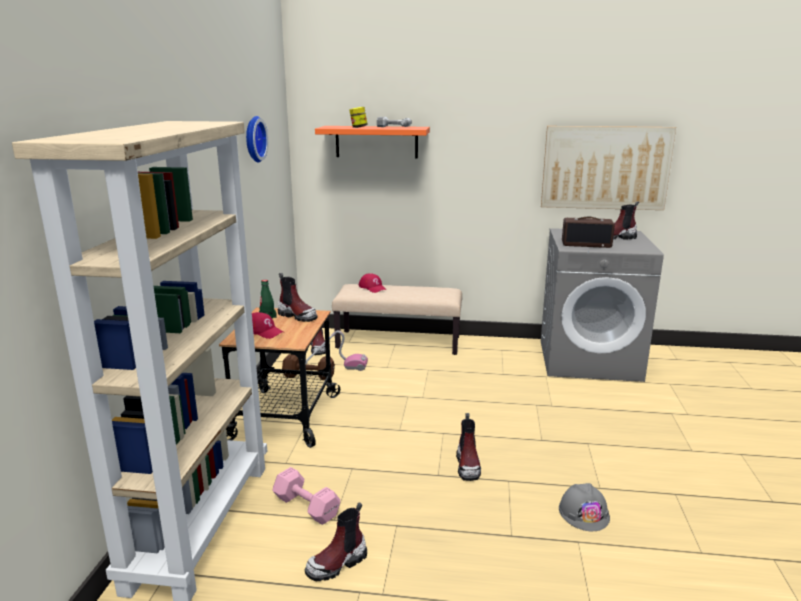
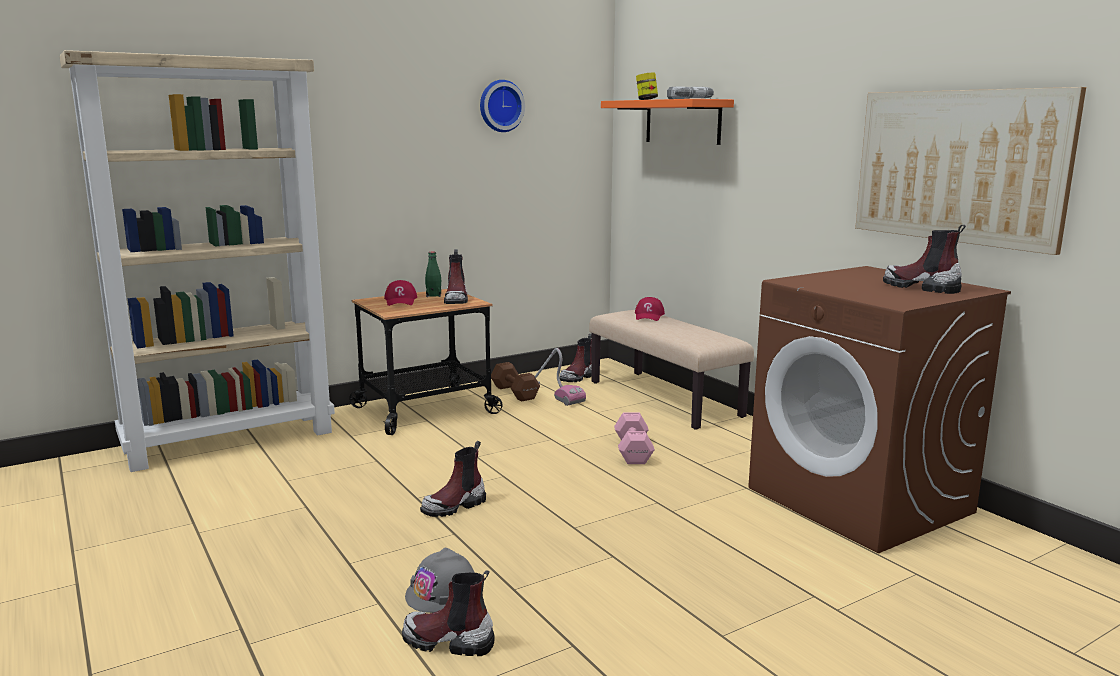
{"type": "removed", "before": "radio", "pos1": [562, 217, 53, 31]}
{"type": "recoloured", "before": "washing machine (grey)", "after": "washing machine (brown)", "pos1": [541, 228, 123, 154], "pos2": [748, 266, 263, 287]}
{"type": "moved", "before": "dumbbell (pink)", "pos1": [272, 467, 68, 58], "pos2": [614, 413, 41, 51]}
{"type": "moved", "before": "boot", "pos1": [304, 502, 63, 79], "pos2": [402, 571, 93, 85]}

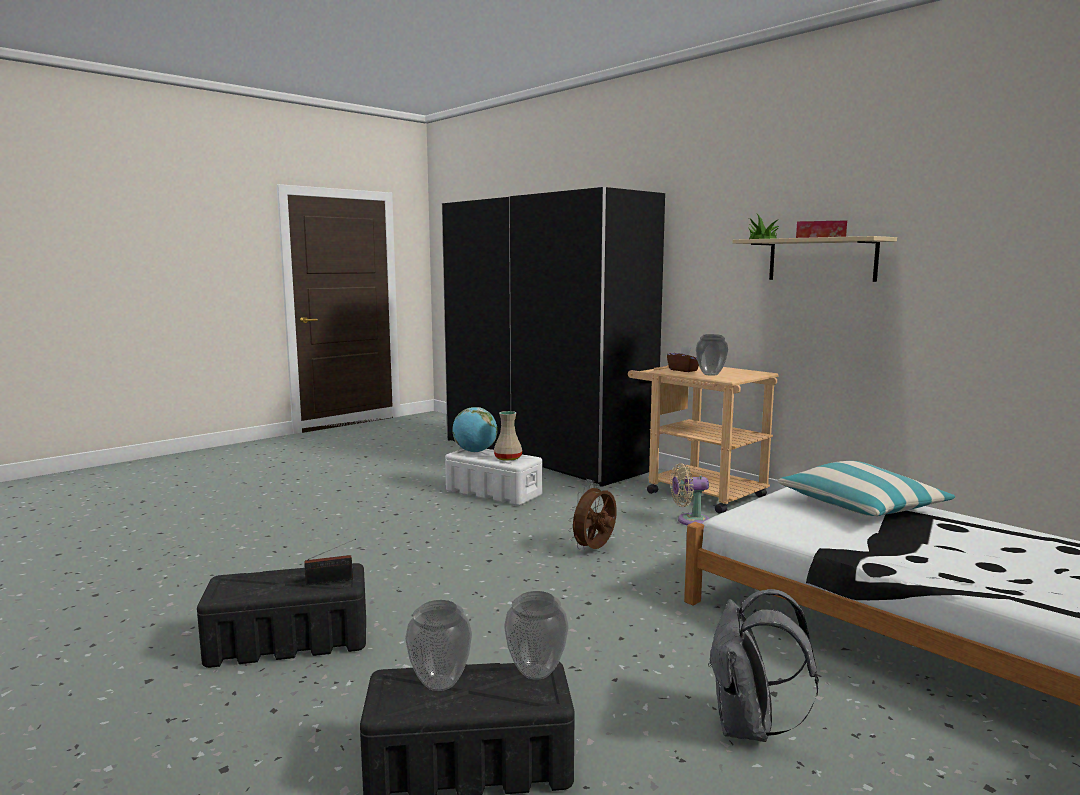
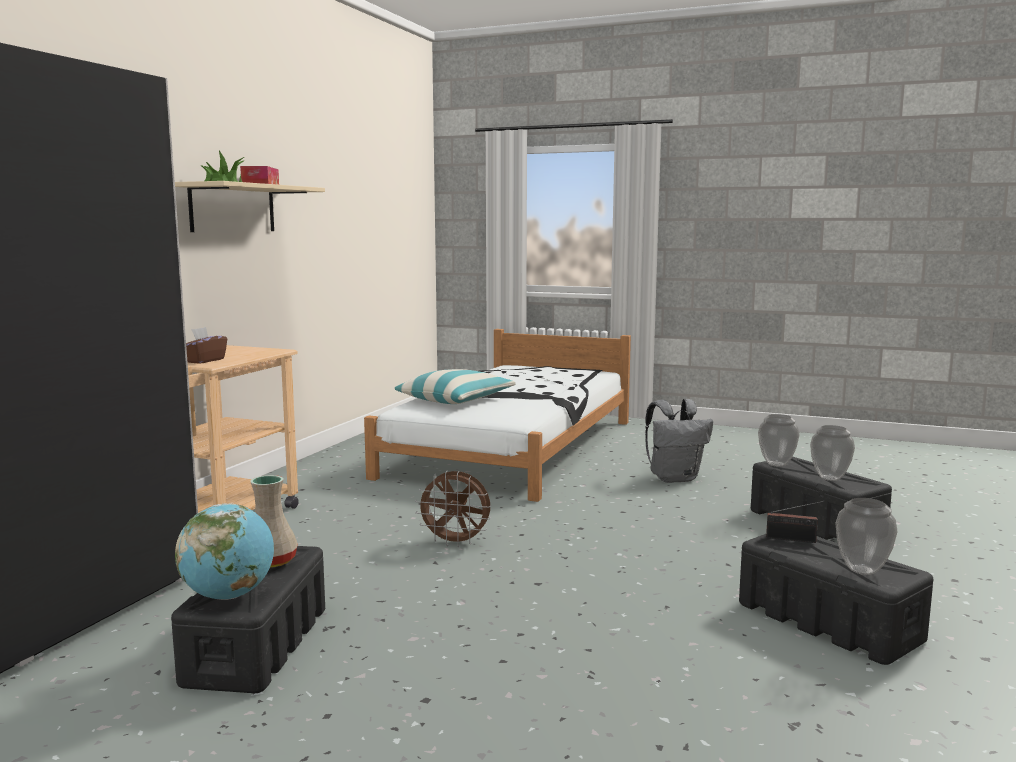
{"type": "moved", "before": "vase", "pos1": [696, 334, 32, 42], "pos2": [836, 498, 62, 77]}
{"type": "recoloured", "before": "storage box (white)", "after": "storage box (black)", "pos1": [445, 449, 97, 57], "pos2": [171, 546, 154, 147]}
{"type": "removed", "before": "fan (beige)", "pos1": [670, 463, 40, 62]}
{"type": "turned", "before": "radio", "pos1": [304, 539, 52, 46], "pos2": [766, 501, 59, 42], "turn": 150}

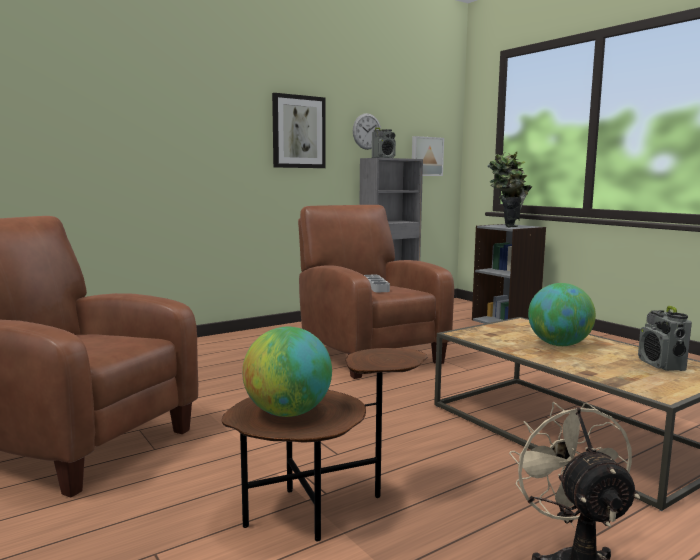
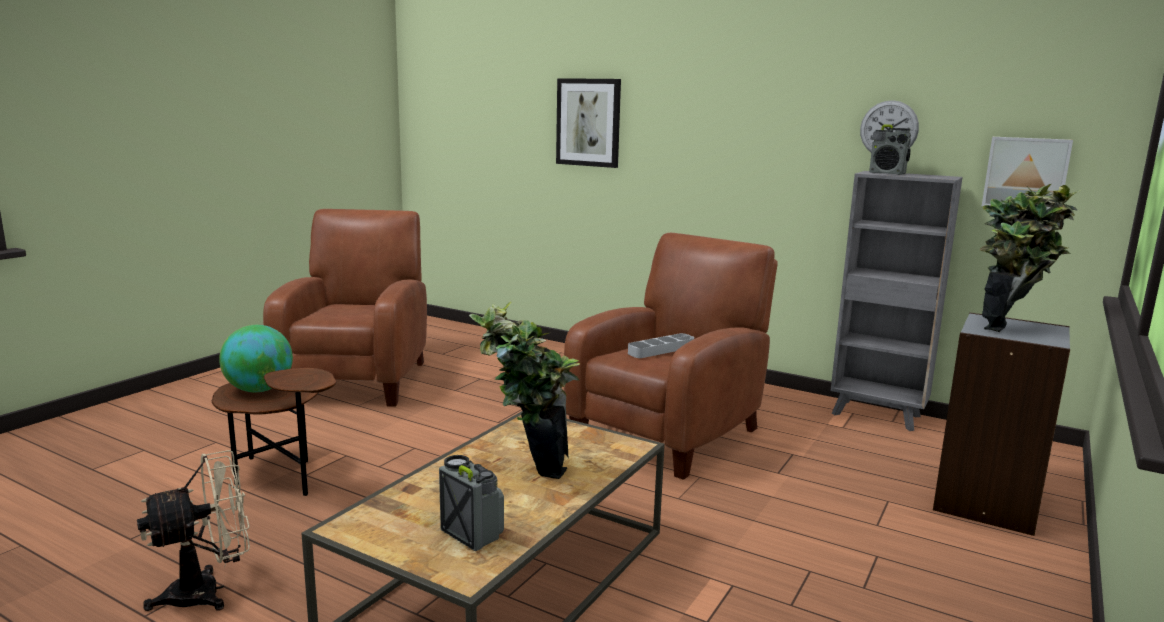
{"type": "moved", "before": "picture", "pos1": [272, 93, 54, 75], "pos2": [556, 78, 65, 90]}
{"type": "replaced", "before": "globe", "after": "potted plant", "pos1": [528, 283, 68, 63], "pos2": [469, 301, 111, 178]}
{"type": "turned", "before": "radio", "pos1": [638, 306, 54, 65], "pos2": [439, 455, 65, 97], "turn": 75}

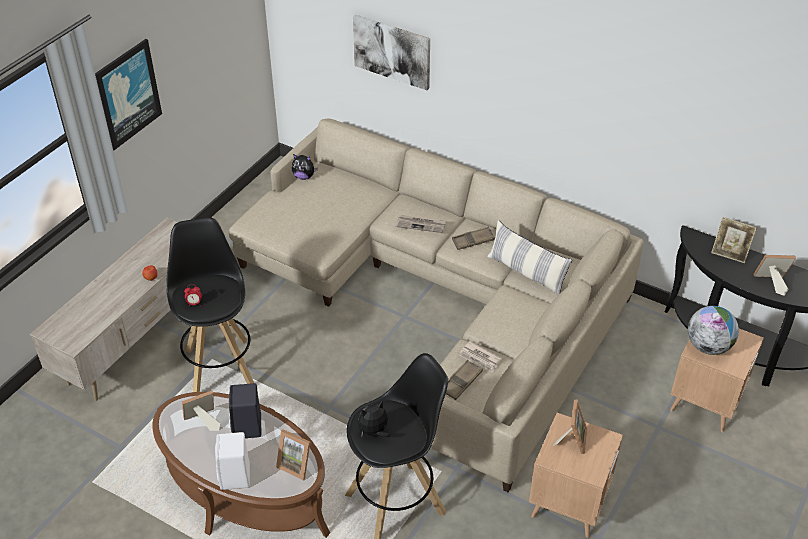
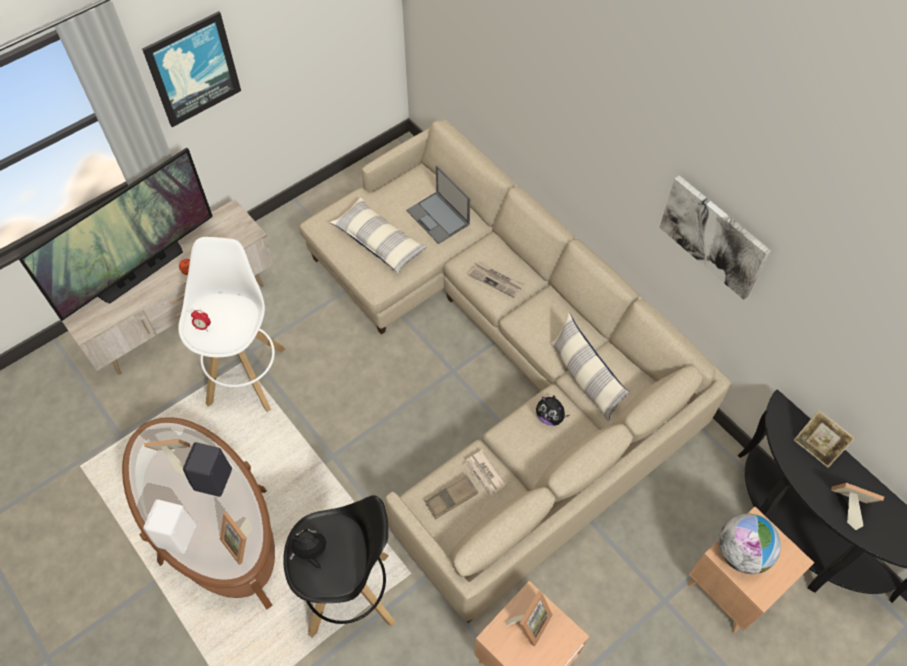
{"type": "moved", "before": "picture", "pos1": [353, 15, 77, 75], "pos2": [659, 175, 112, 125]}
{"type": "moved", "before": "plush toy", "pos1": [292, 154, 26, 26], "pos2": [536, 395, 33, 31]}
{"type": "recoloured", "before": "stool (black)", "after": "stool (white)", "pos1": [166, 217, 88, 175], "pos2": [178, 237, 108, 175]}
{"type": "removed", "before": "tray (brown)", "pos1": [452, 227, 43, 23]}
{"type": "added", "after": "television", "pos2": [17, 148, 196, 173]}
{"type": "added", "after": "laptop", "pos2": [406, 165, 64, 79]}
{"type": "added", "after": "pillow", "pos2": [330, 197, 97, 77]}

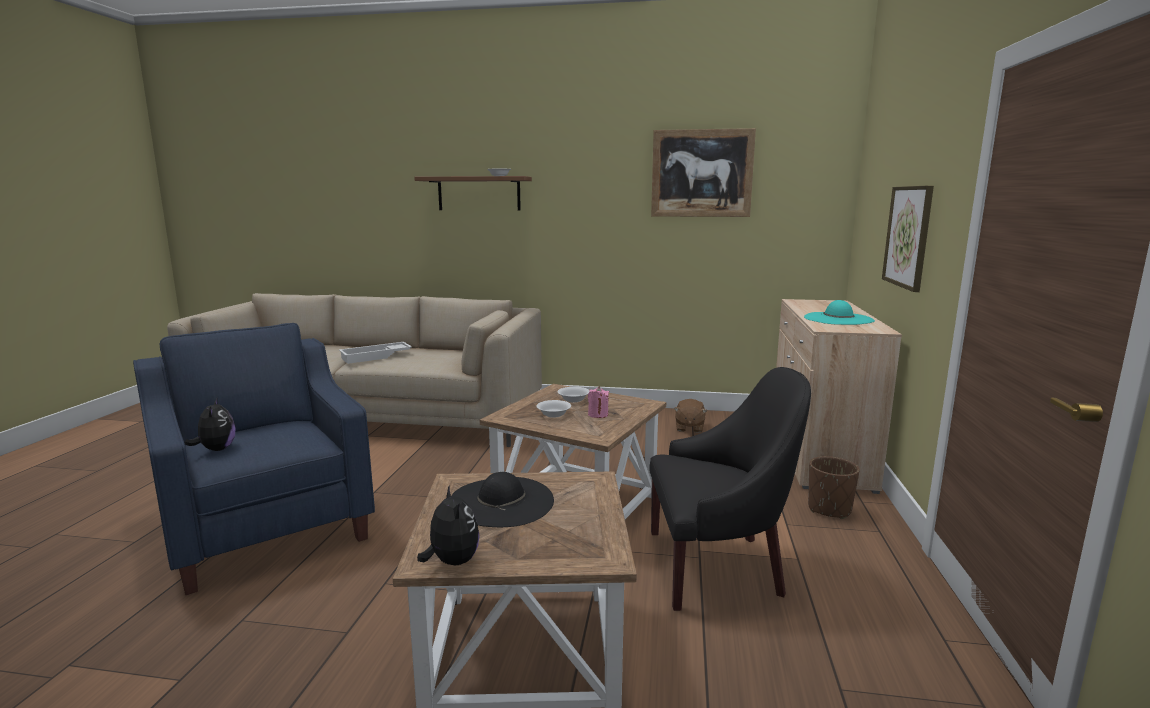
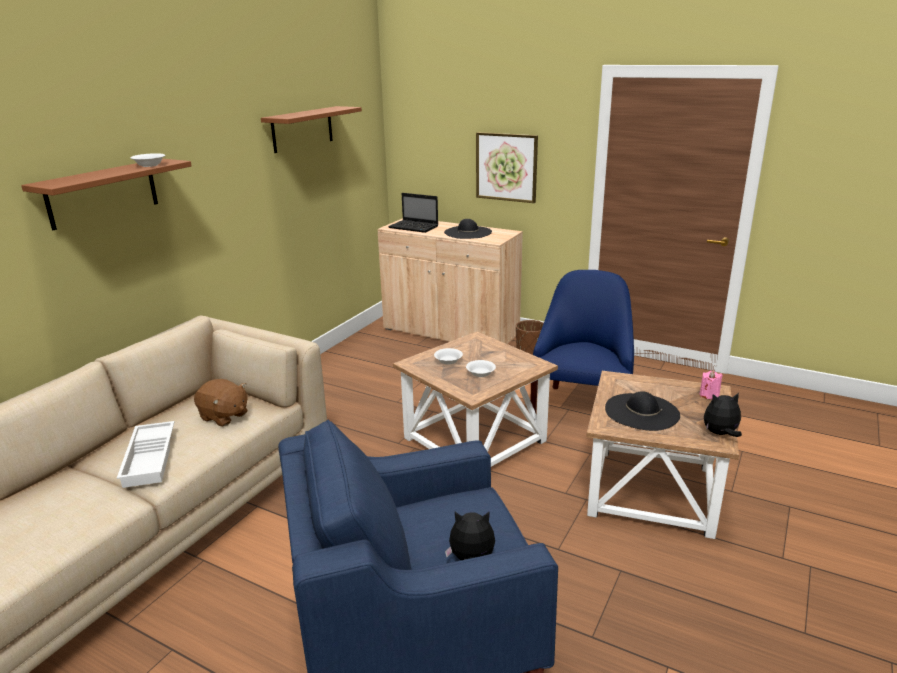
{"type": "replaced", "before": "picture", "after": "shelf (brown)", "pos1": [651, 128, 105, 89], "pos2": [261, 106, 101, 47]}
{"type": "recoloured", "before": "hat (turquoise)", "after": "hat (black)", "pos1": [804, 300, 71, 25], "pos2": [444, 219, 48, 20]}
{"type": "recoloured", "before": "armchair (black)", "after": "armchair (blue)", "pos1": [649, 367, 162, 244], "pos2": [531, 270, 103, 143]}
{"type": "moved", "before": "candle (pink)", "pos1": [588, 386, 21, 32], "pos2": [700, 370, 23, 29]}
{"type": "moved", "before": "plush toy (brown)", "pos1": [674, 399, 33, 34], "pos2": [194, 379, 54, 48]}
{"type": "added", "after": "laptop", "pos2": [388, 193, 50, 40]}

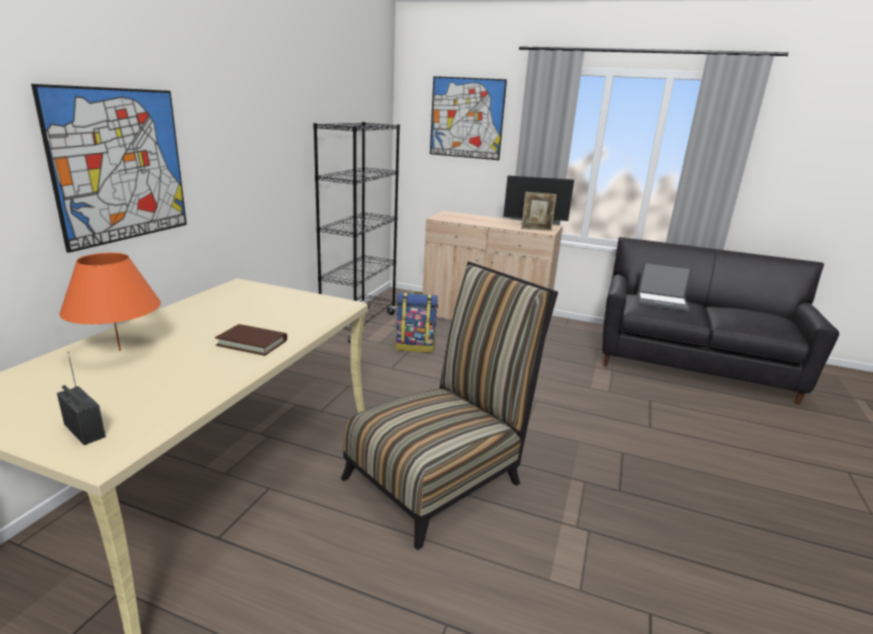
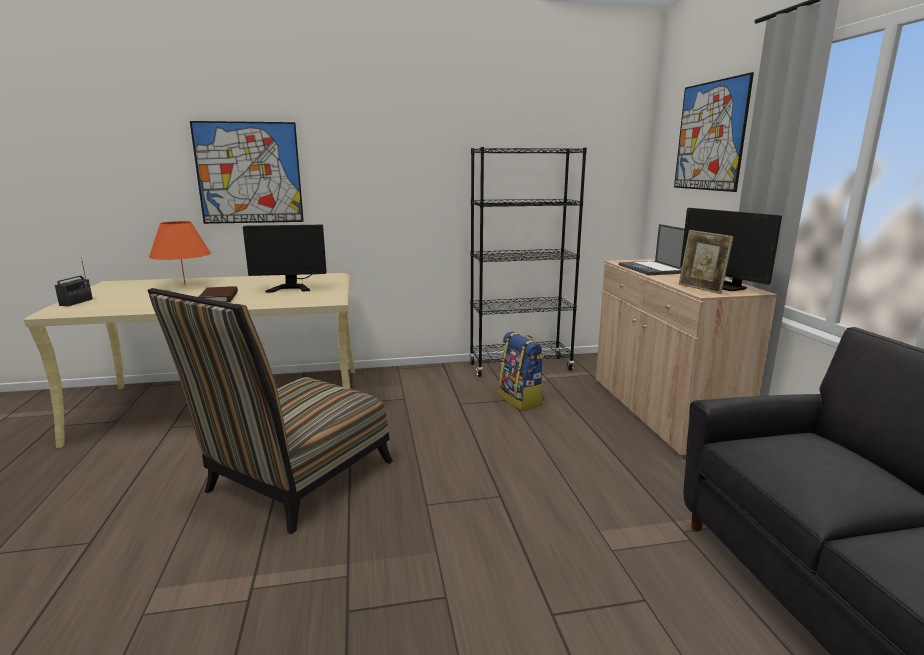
{"type": "turned", "before": "chair", "pos1": [341, 261, 217, 289], "pos2": [147, 288, 246, 246], "turn": 105}
{"type": "moved", "before": "laptop", "pos1": [637, 261, 56, 51], "pos2": [619, 224, 66, 51]}
{"type": "added", "after": "monitor", "pos2": [243, 225, 84, 68]}

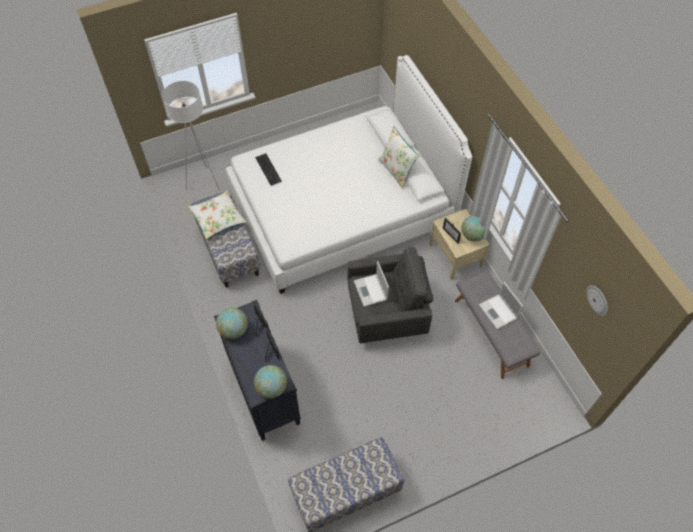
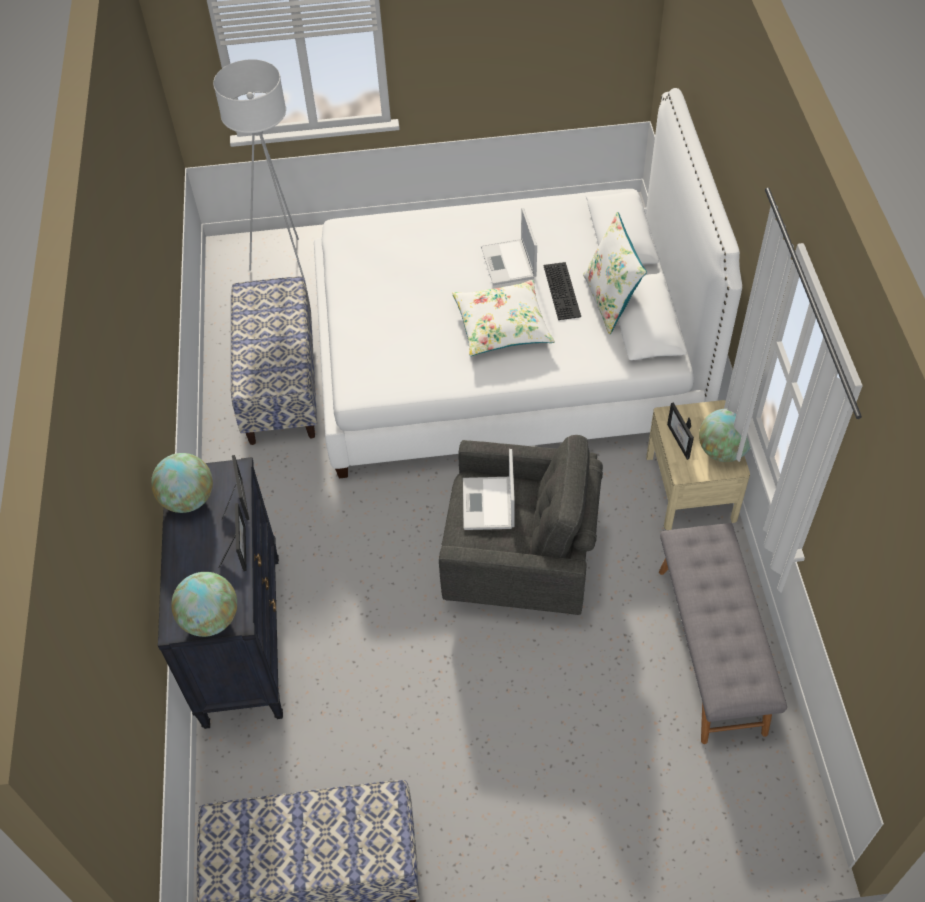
{"type": "moved", "before": "keyboard", "pos1": [255, 153, 27, 33], "pos2": [543, 262, 38, 58]}
{"type": "moved", "before": "pillow (white)", "pos1": [188, 190, 59, 50], "pos2": [452, 280, 103, 76]}
{"type": "moved", "before": "laptop", "pos1": [479, 282, 44, 48], "pos2": [481, 208, 56, 77]}
{"type": "removed", "before": "wall clock", "pos1": [586, 285, 22, 31]}

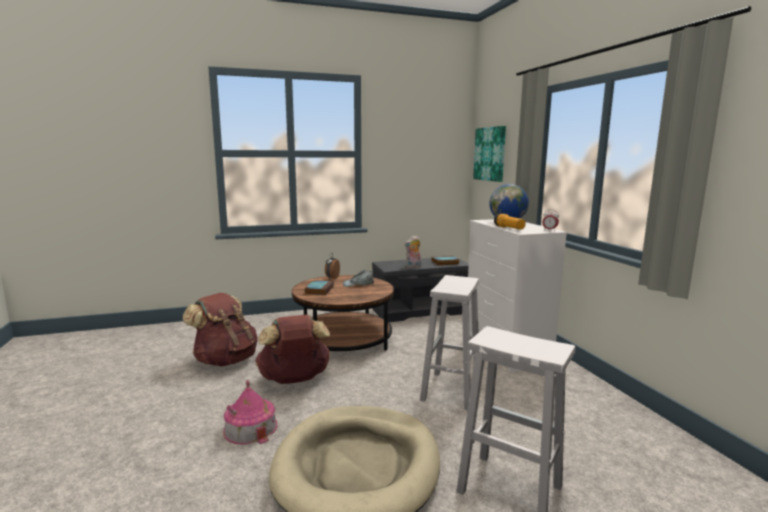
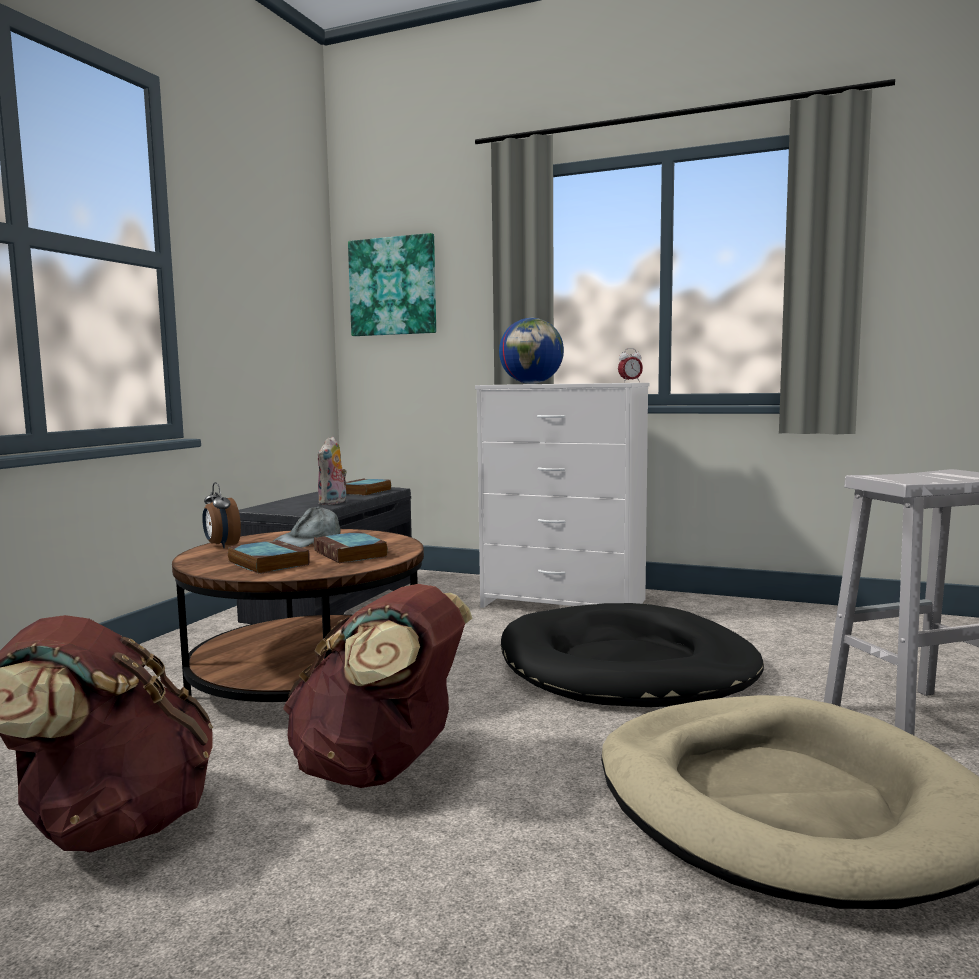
{"type": "removed", "before": "flashlight", "pos1": [494, 213, 31, 16]}
{"type": "replaced", "before": "stool (white)", "after": "dog bed (black)", "pos1": [420, 275, 59, 135], "pos2": [501, 603, 263, 104]}
{"type": "removed", "before": "toy house", "pos1": [223, 380, 54, 65]}
{"type": "added", "after": "book", "pos2": [314, 532, 74, 31]}

